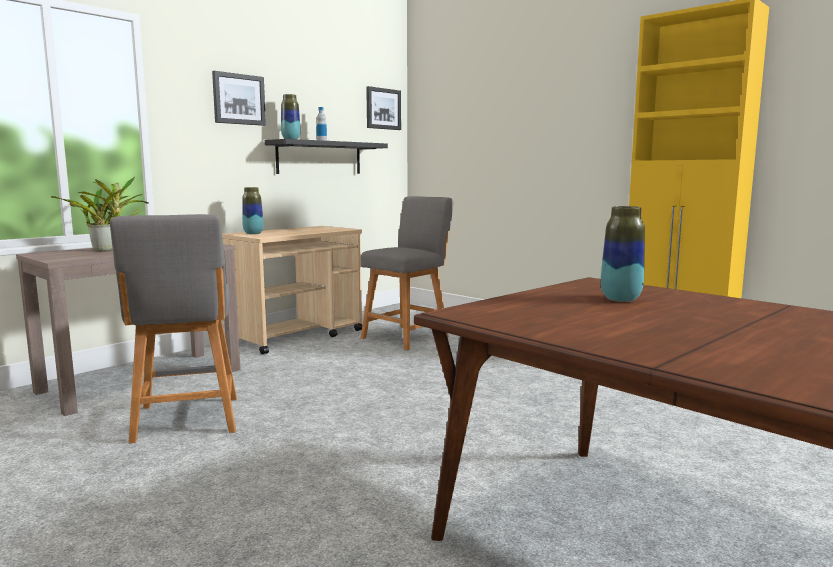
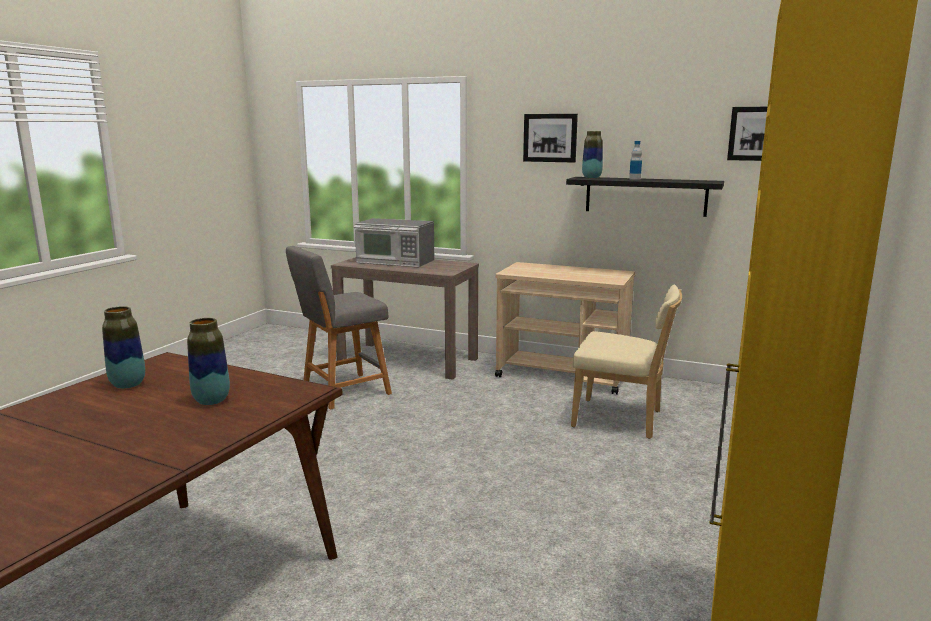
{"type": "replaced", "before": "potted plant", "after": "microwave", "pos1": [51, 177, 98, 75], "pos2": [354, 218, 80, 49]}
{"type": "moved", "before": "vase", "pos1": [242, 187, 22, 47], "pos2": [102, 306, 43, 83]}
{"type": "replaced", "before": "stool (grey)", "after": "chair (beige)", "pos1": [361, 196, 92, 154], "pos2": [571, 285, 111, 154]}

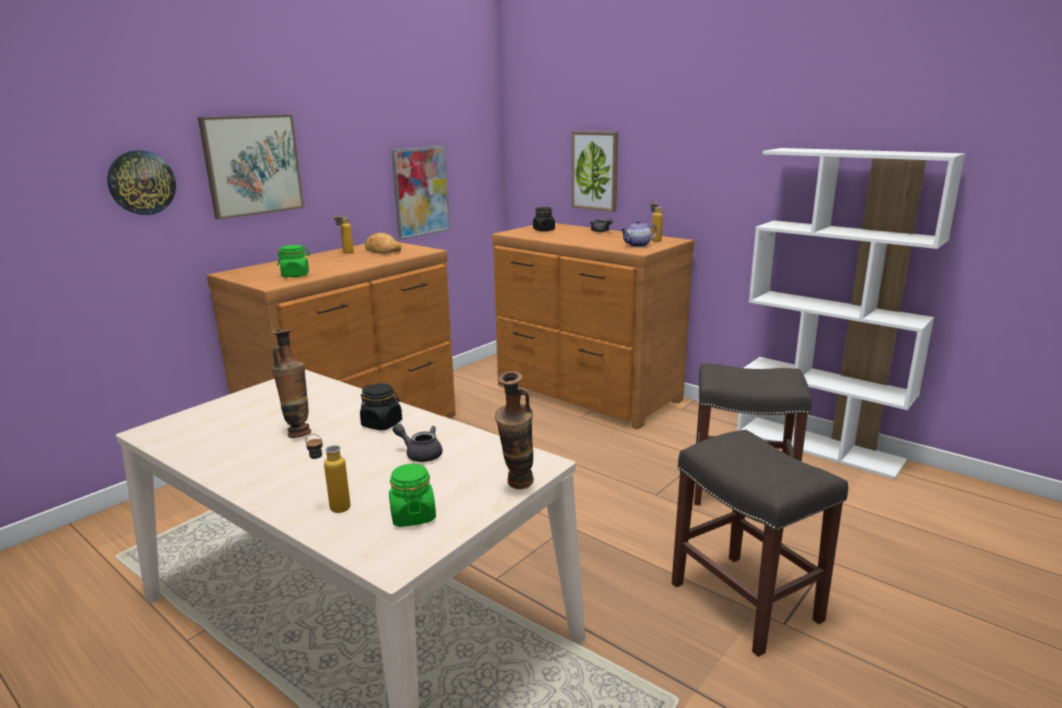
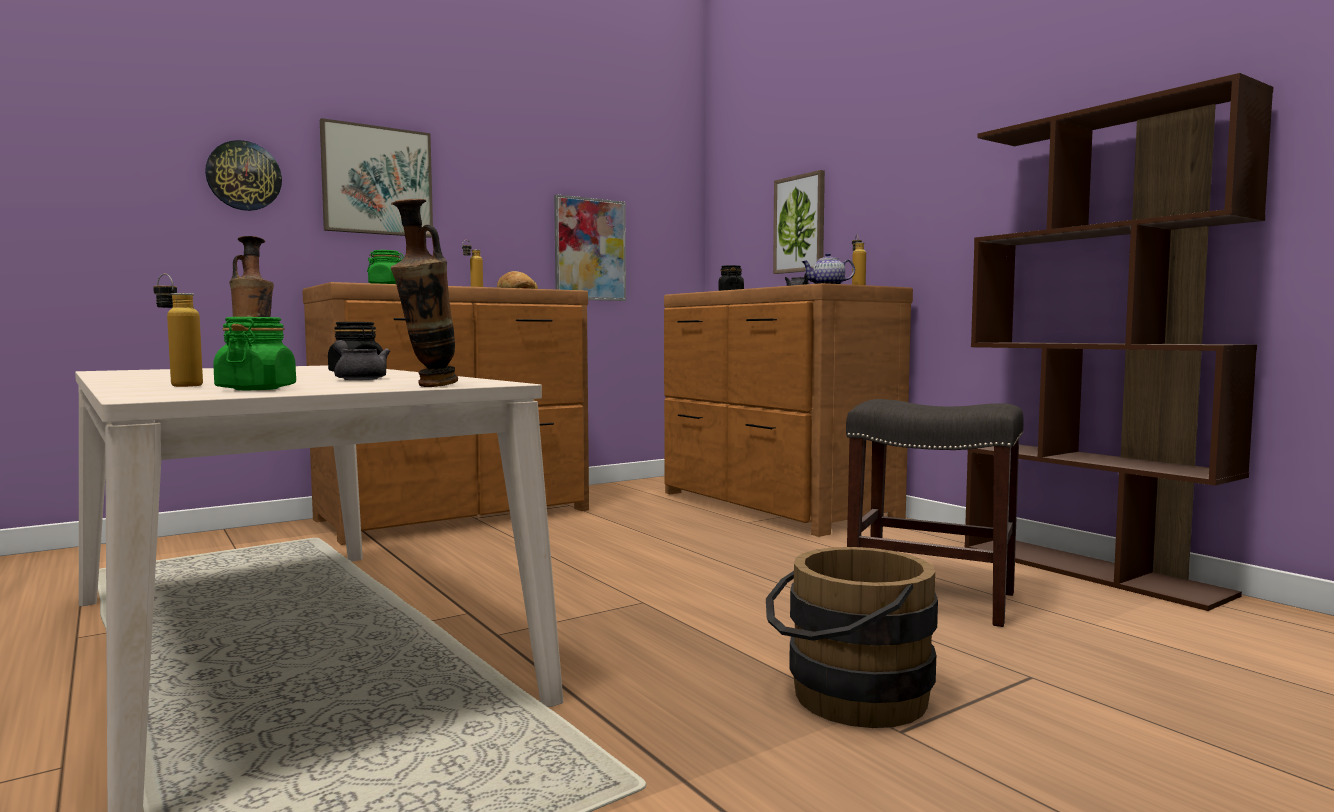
{"type": "recoloured", "before": "bookcase (white)", "after": "bookcase (brown)", "pos1": [737, 148, 229, 331], "pos2": [964, 73, 309, 538]}
{"type": "replaced", "before": "stool (grey)", "after": "bucket (brown)", "pos1": [672, 430, 176, 227], "pos2": [766, 547, 172, 181]}

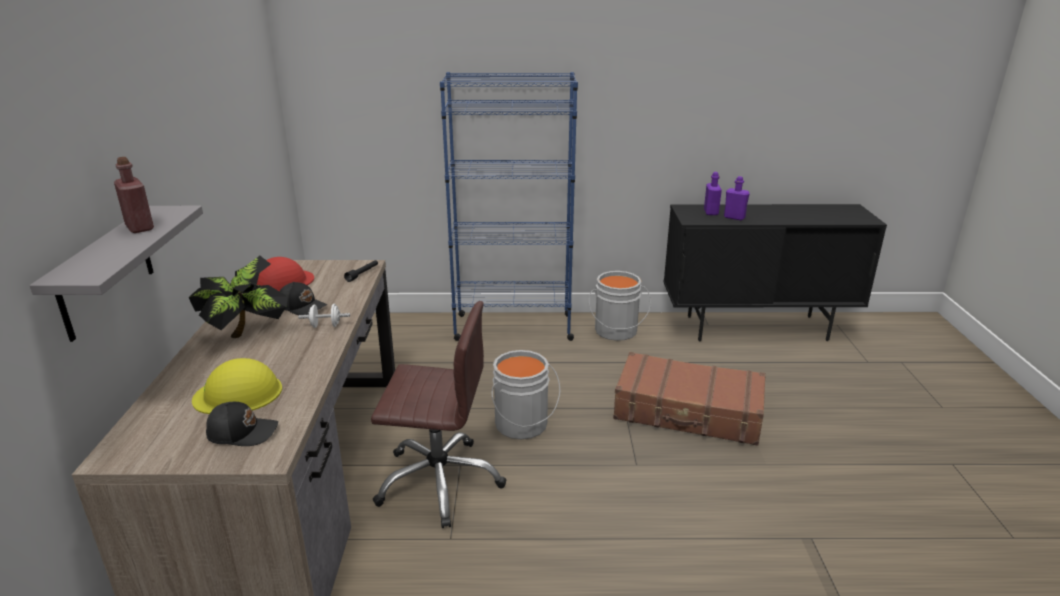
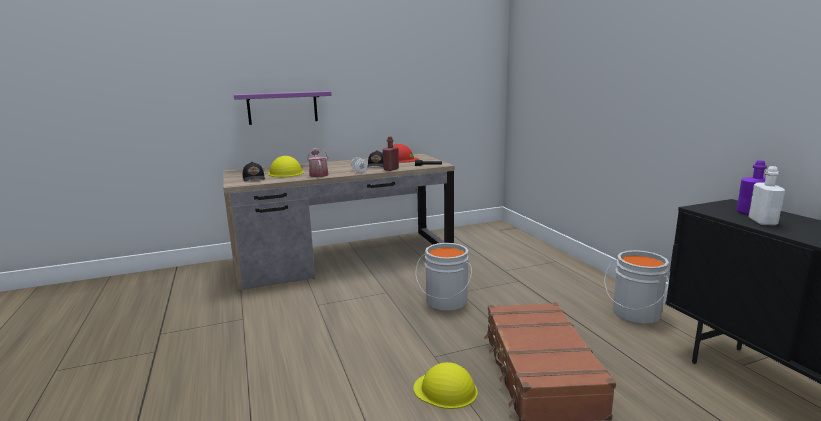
{"type": "removed", "before": "bookcase (blue)", "pos1": [440, 72, 138, 269]}
{"type": "moved", "before": "bottle (red)", "pos1": [114, 157, 40, 76], "pos2": [383, 136, 16, 35]}
{"type": "recoloured", "before": "bottle (purple)", "after": "bottle (white)", "pos1": [724, 176, 26, 44], "pos2": [748, 166, 37, 59]}
{"type": "recoloured", "before": "shelf (grey)", "after": "shelf (purple)", "pos1": [30, 206, 173, 136], "pos2": [234, 91, 98, 34]}
{"type": "removed", "before": "potted plant", "pos1": [189, 256, 99, 82]}
{"type": "removed", "before": "office chair (brown)", "pos1": [371, 301, 135, 227]}
{"type": "added", "after": "watering can", "pos2": [307, 148, 22, 29]}
{"type": "added", "after": "hard hat (yellow)", "pos2": [413, 362, 65, 47]}

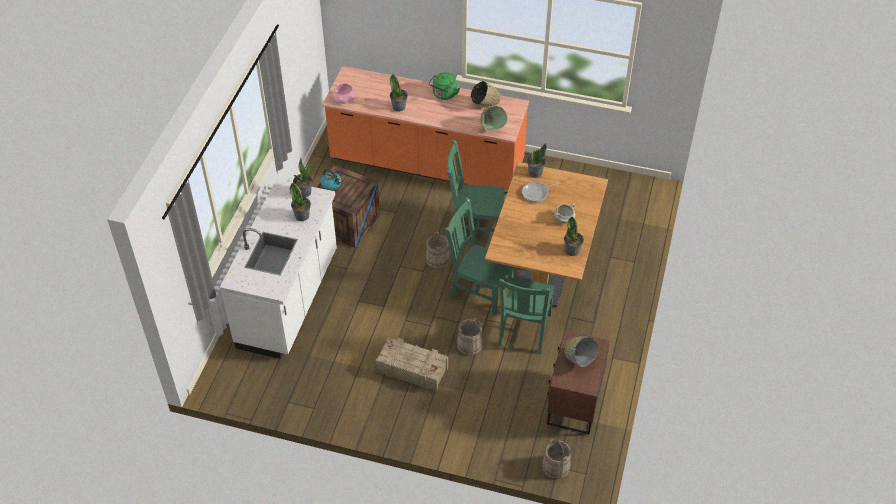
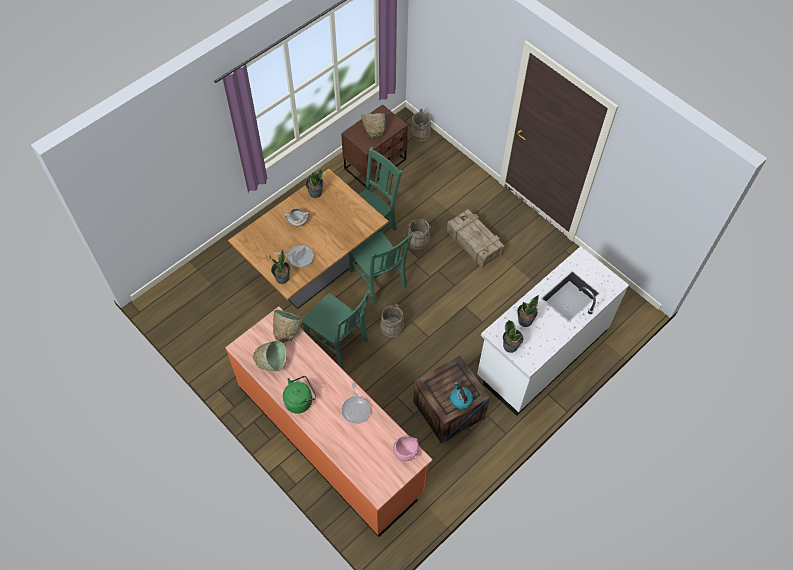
{"type": "replaced", "before": "potted plant", "after": "frying pan", "pos1": [390, 73, 18, 39], "pos2": [341, 383, 30, 41]}
{"type": "recoloured", "before": "bowl (black)", "after": "bowl (green)", "pos1": [471, 81, 30, 25], "pos2": [253, 341, 34, 30]}

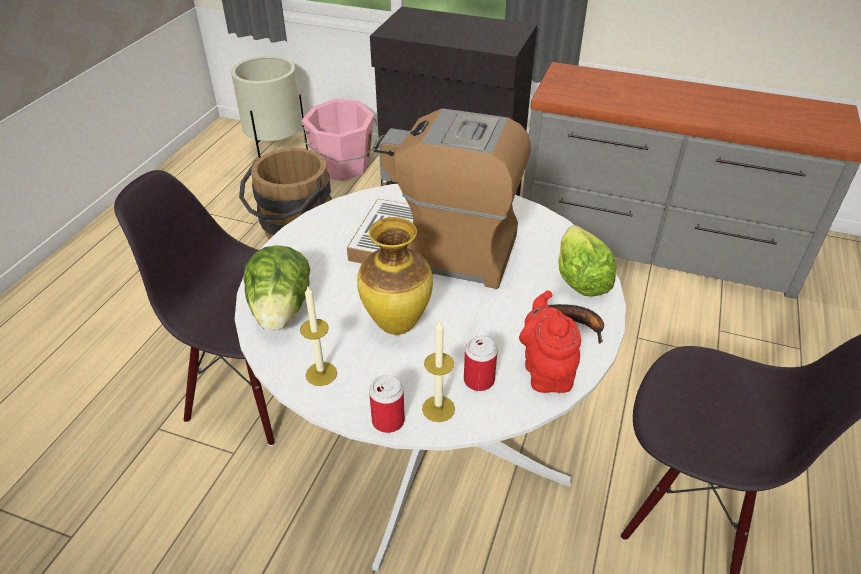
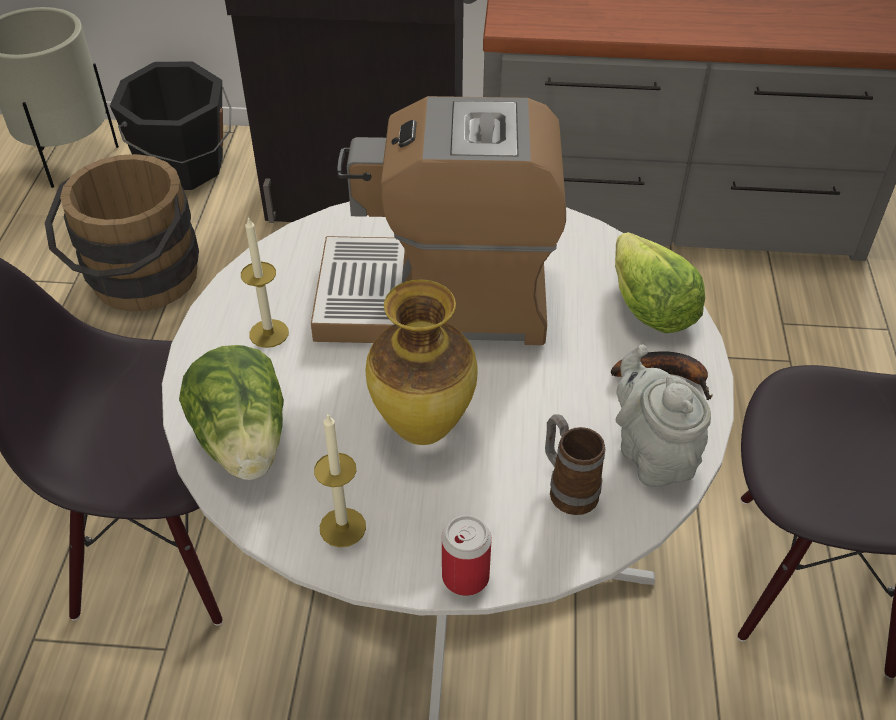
{"type": "recoloured", "before": "bucket (pink)", "after": "bucket (black)", "pos1": [302, 98, 76, 83], "pos2": [110, 61, 121, 129]}
{"type": "recoloured", "before": "teapot (red)", "after": "teapot (grey)", "pos1": [519, 291, 62, 102], "pos2": [616, 345, 95, 143]}
{"type": "moved", "before": "candle", "pos1": [422, 320, 33, 102], "pos2": [241, 217, 48, 131]}
{"type": "replaced", "before": "can", "after": "mug", "pos1": [464, 336, 34, 55], "pos2": [545, 414, 60, 101]}

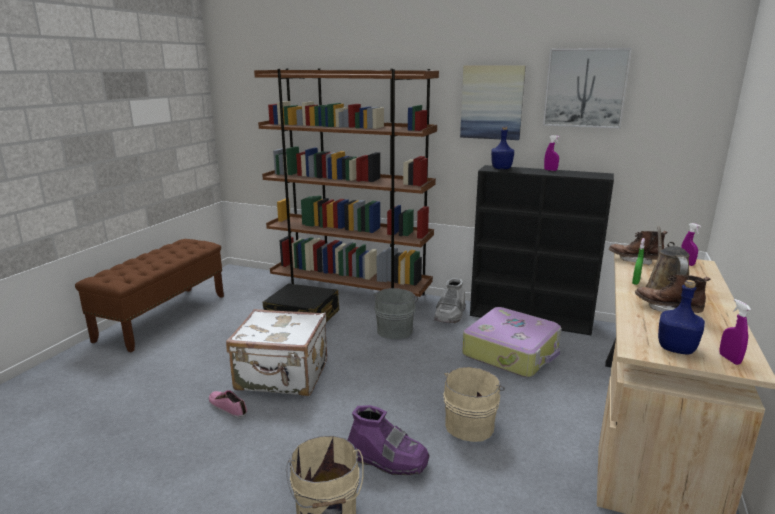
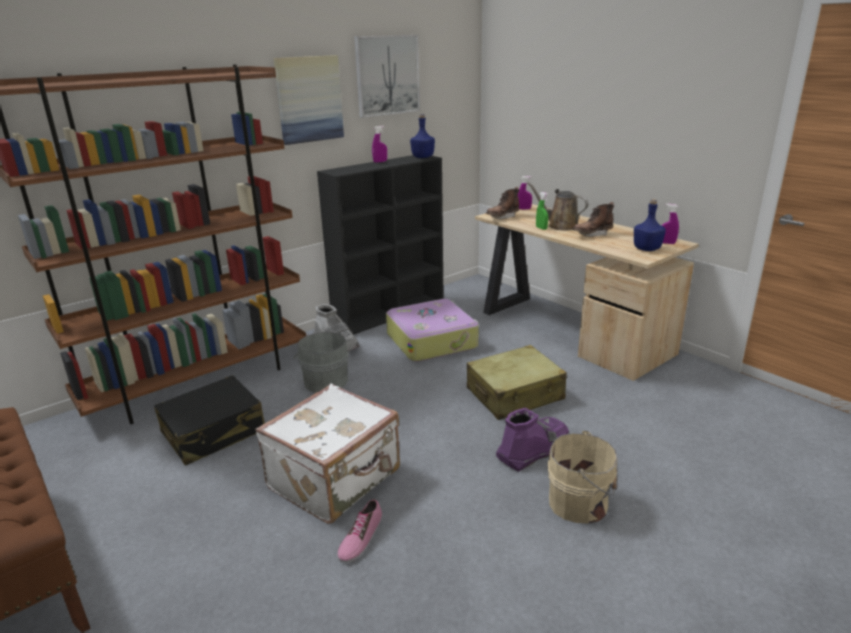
{"type": "moved", "before": "bottle (blue)", "pos1": [491, 126, 23, 43], "pos2": [410, 114, 25, 44]}
{"type": "replaced", "before": "bucket (beige)", "after": "suitcase (beige)", "pos1": [443, 367, 62, 75], "pos2": [467, 345, 100, 75]}
{"type": "turned", "before": "shoe", "pos1": [209, 390, 38, 28], "pos2": [337, 499, 45, 64], "turn": -45}

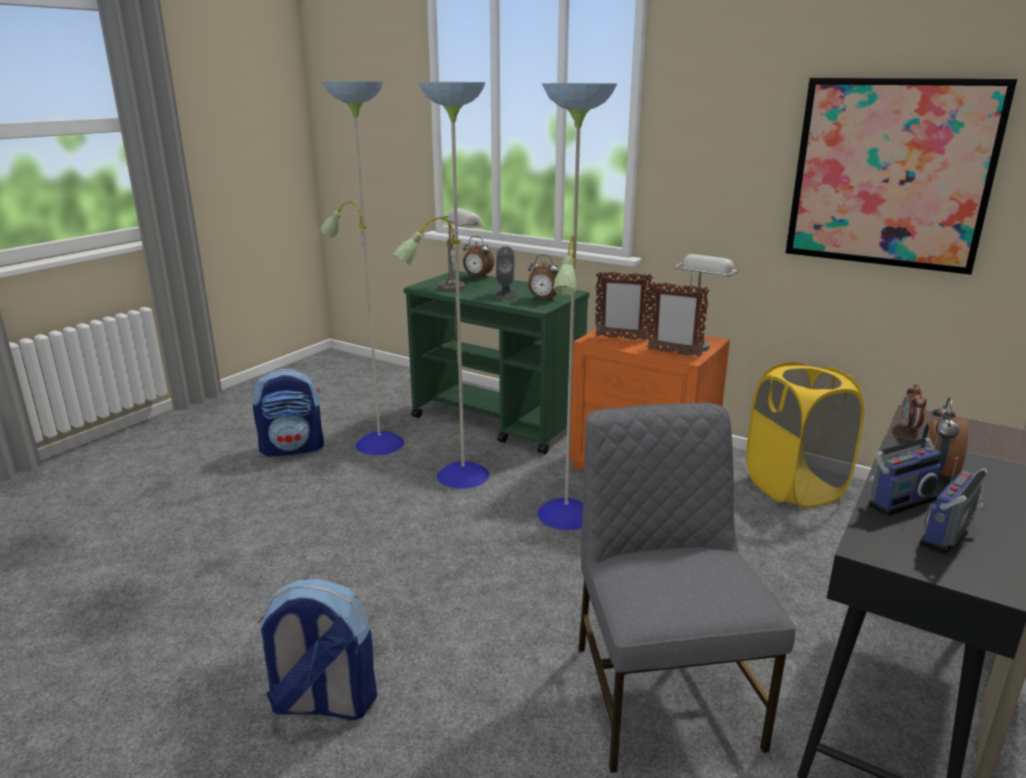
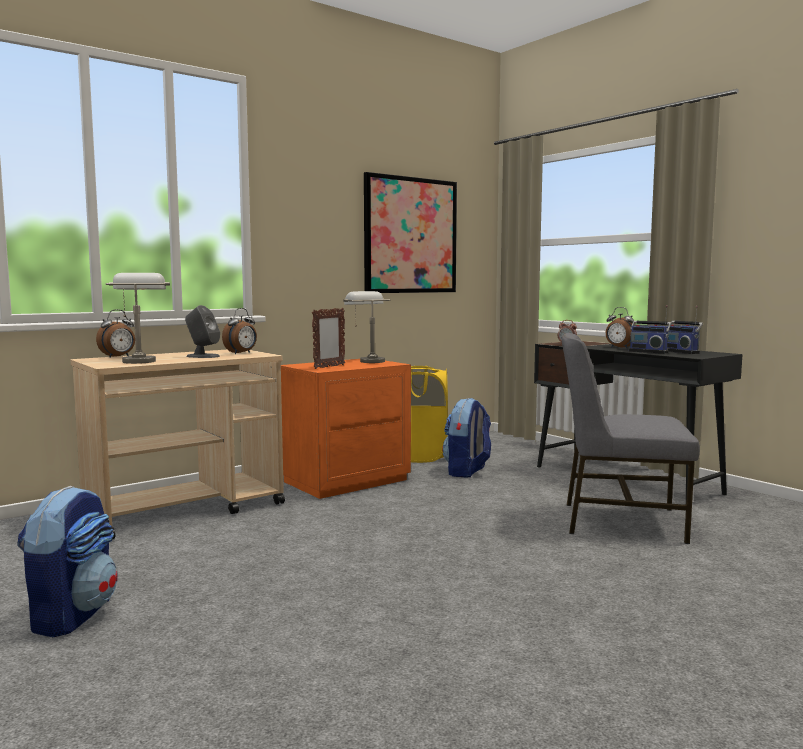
{"type": "removed", "before": "floor lamp", "pos1": [321, 81, 296, 449]}
{"type": "recoloured", "before": "cart (green)", "after": "cart (beige)", "pos1": [404, 271, 186, 183], "pos2": [70, 350, 215, 189]}
{"type": "removed", "before": "picture frame", "pos1": [647, 282, 63, 75]}
{"type": "turned", "before": "radio", "pos1": [868, 413, 77, 103], "pos2": [629, 305, 42, 49], "turn": 135}
{"type": "moved", "before": "backpack", "pos1": [258, 578, 119, 142], "pos2": [443, 398, 48, 80]}

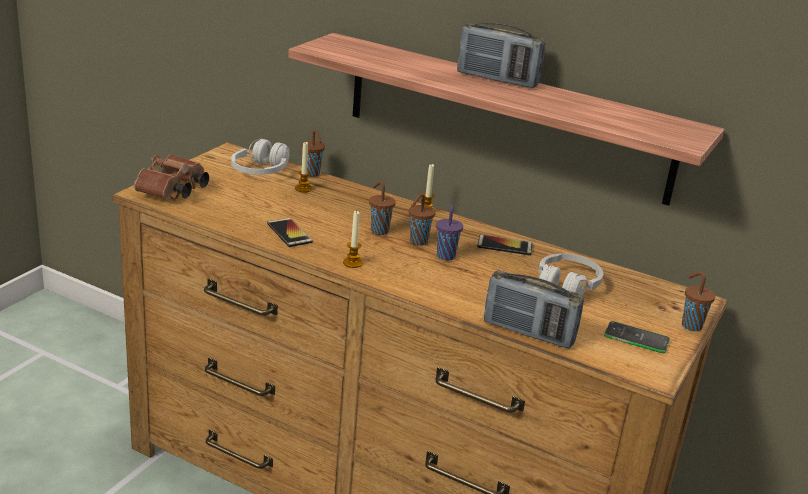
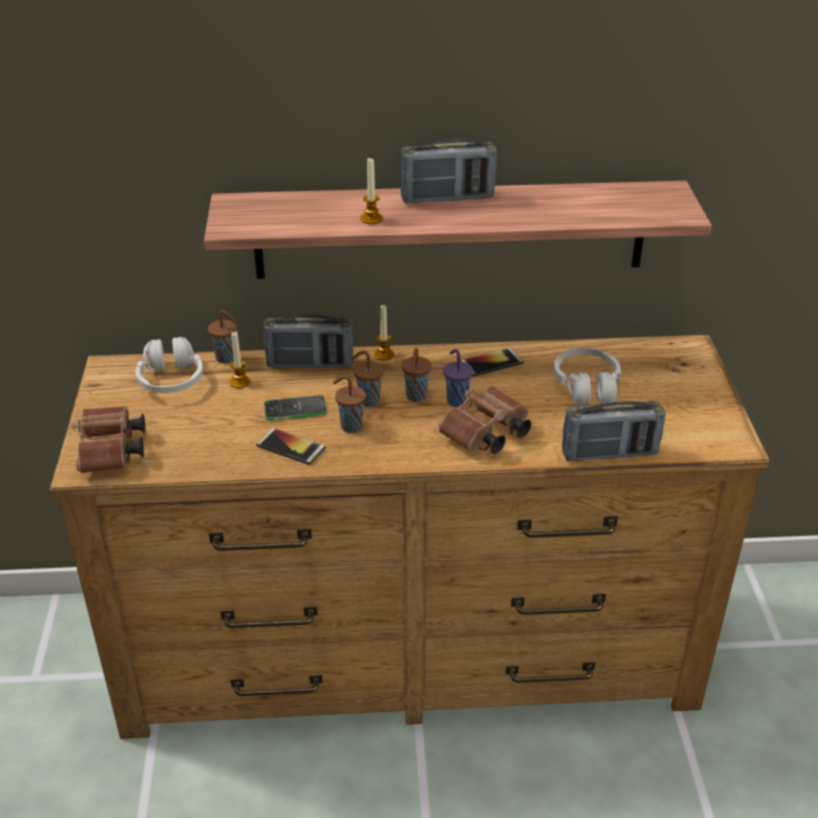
{"type": "moved", "before": "candle", "pos1": [343, 211, 20, 57], "pos2": [361, 157, 22, 67]}
{"type": "moved", "before": "cup (brown)", "pos1": [682, 272, 34, 59], "pos2": [333, 375, 33, 58]}
{"type": "moved", "before": "phone", "pos1": [604, 321, 66, 32], "pos2": [264, 395, 63, 26]}
{"type": "added", "after": "radio", "pos2": [264, 315, 89, 53]}
{"type": "added", "after": "binoculars (brown)", "pos2": [439, 386, 92, 68]}

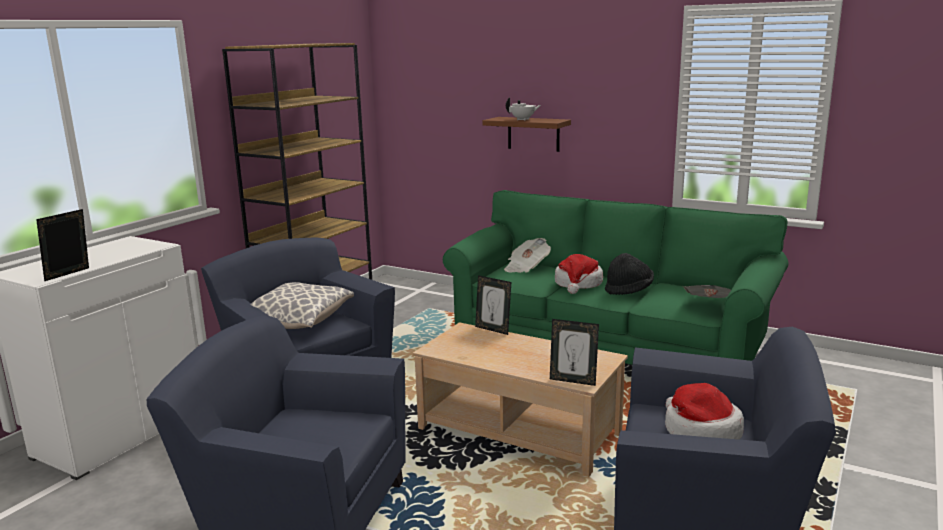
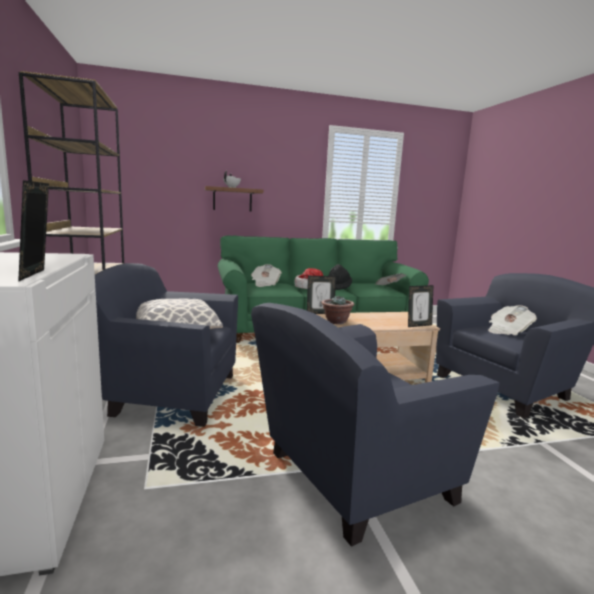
{"type": "replaced", "before": "hat", "after": "newspaper", "pos1": [665, 383, 79, 57], "pos2": [488, 305, 49, 30]}
{"type": "added", "after": "potted plant", "pos2": [321, 296, 33, 28]}

